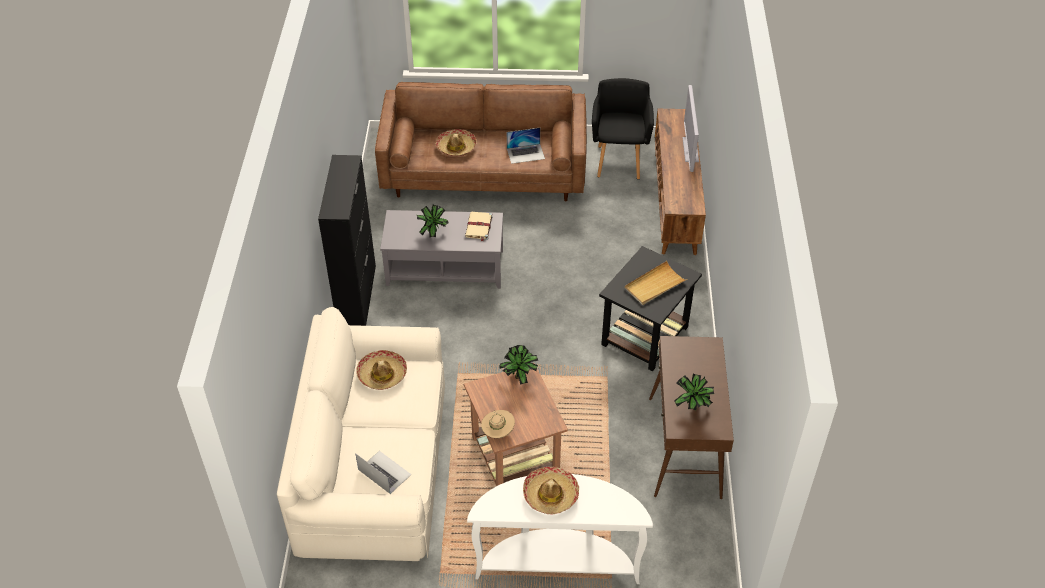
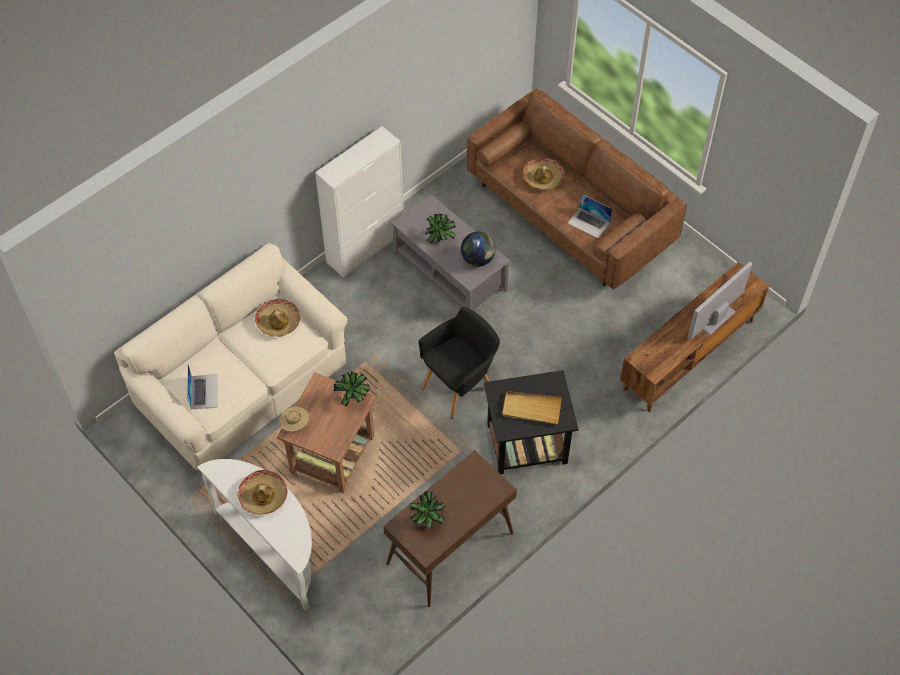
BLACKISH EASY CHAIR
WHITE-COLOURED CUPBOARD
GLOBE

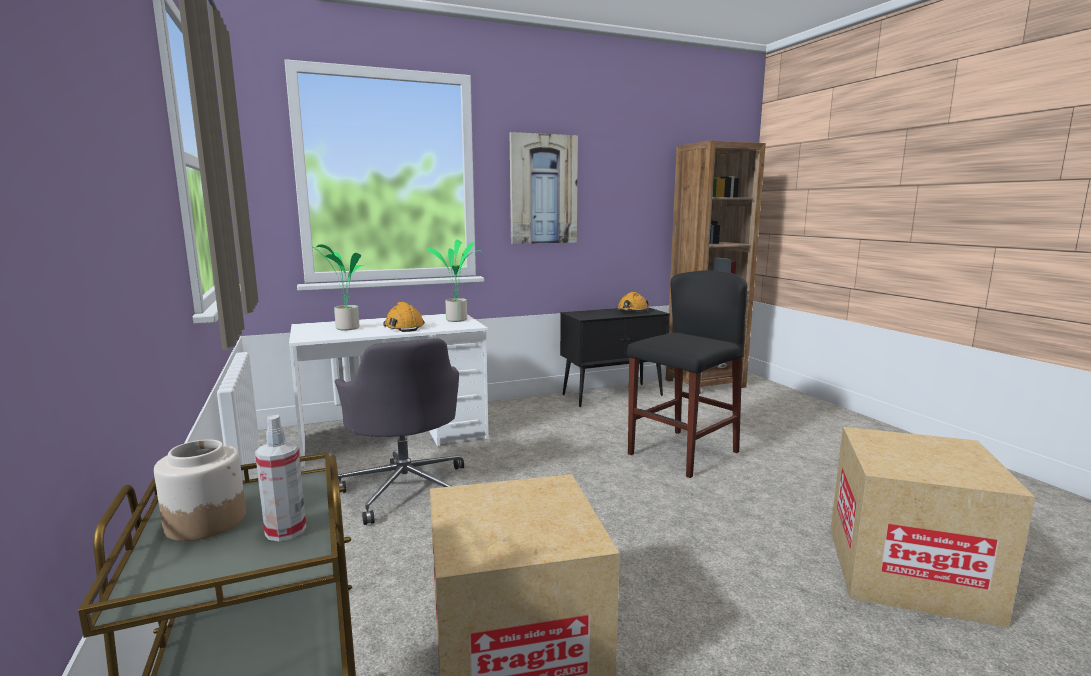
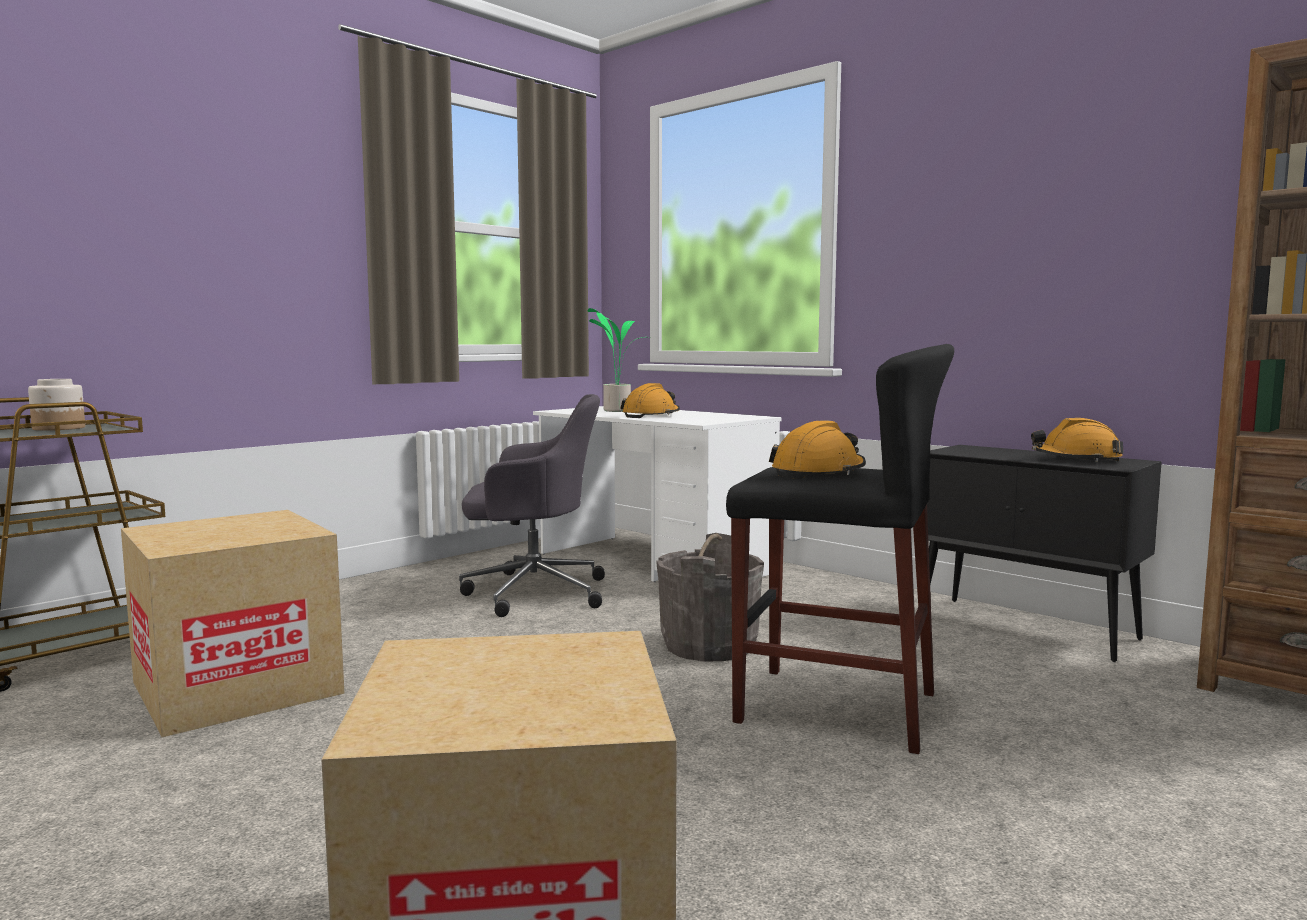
WALL PICTURE
HOUSEPLANT (2nd from left in the first image)
GREY OFFICE CHAIR
SPRAY BOTTLE
ORANGE-COLOURED WORK HELMET (2nd from left)
GREY BUCKET

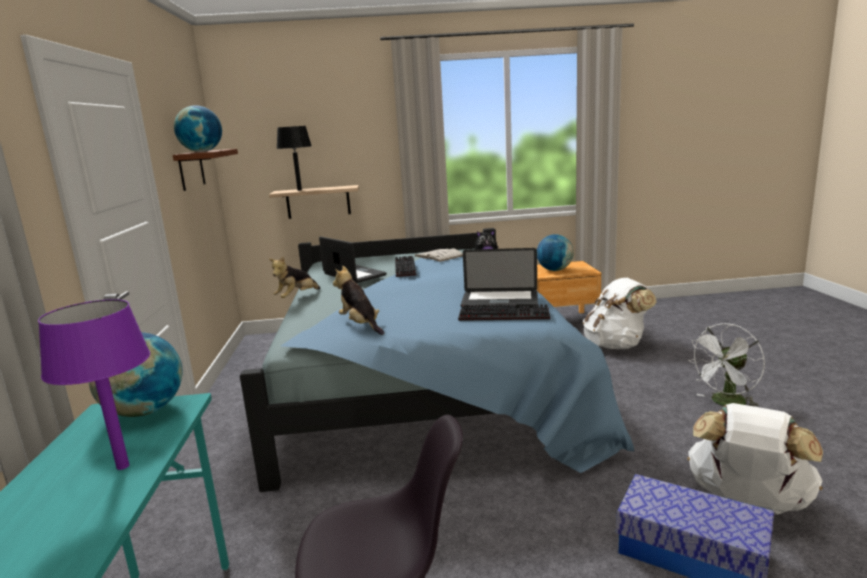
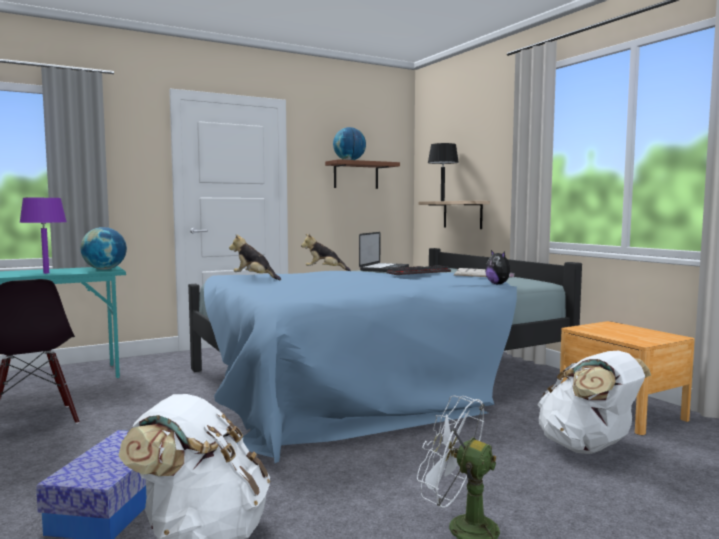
GLOBE (3rd from left in the first image)
NOTEBOOK COMPUTER (2nd from left in the first image)
SOFT TOY (1st from left)
PC KEYBOARD (2nd from left in the first image)

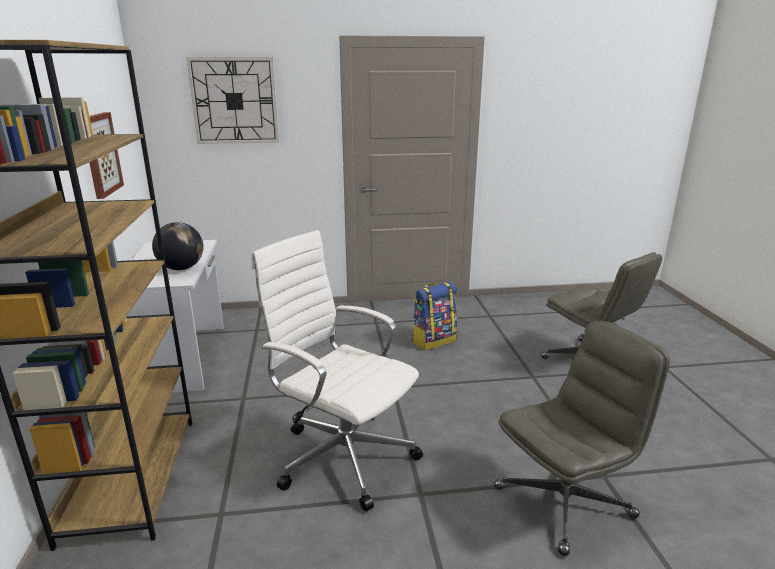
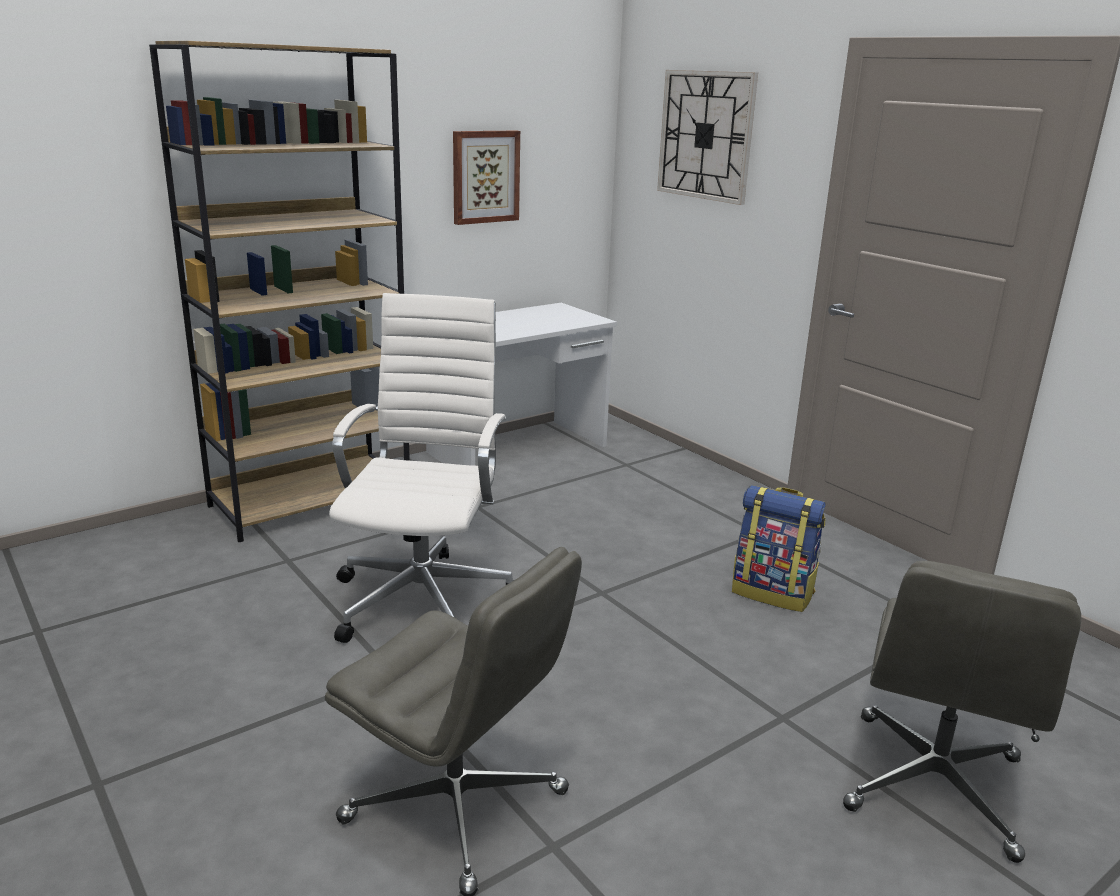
GLOBE

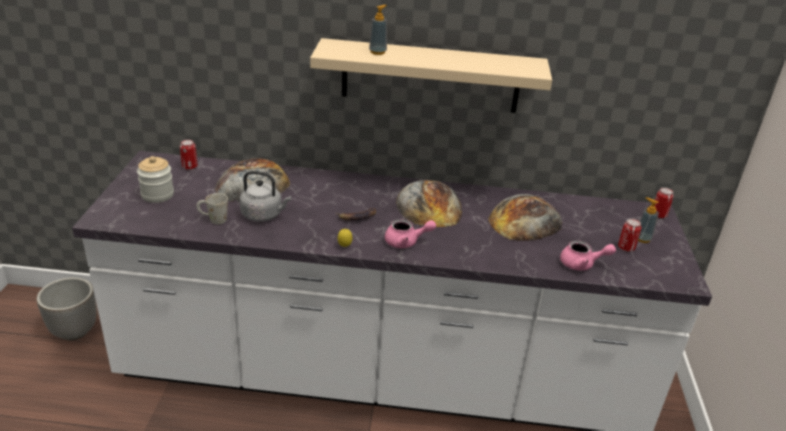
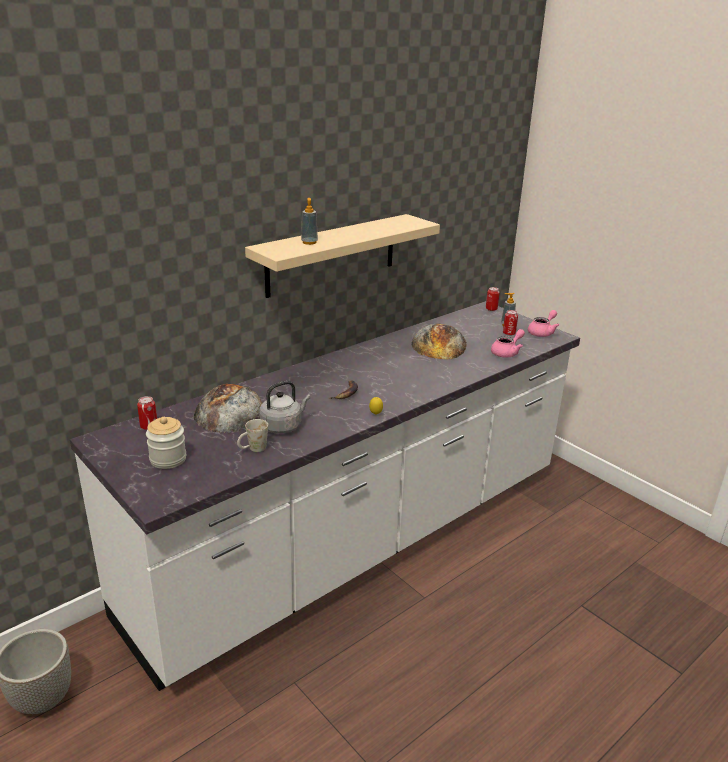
BAKED BREAD (2nd from left in the first image)
PINK-COLOURED POT FOR TEA (2nd from left)

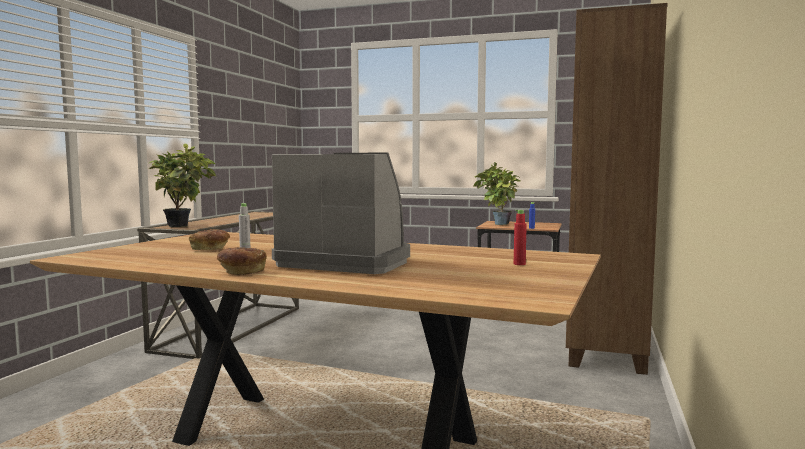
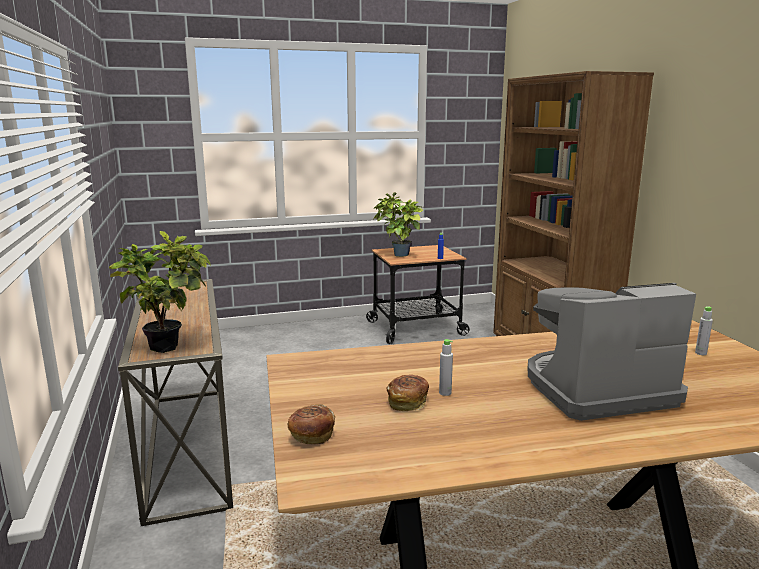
GREY BOTTLE (2nd from left)
BAKED BREAD (1st from left)

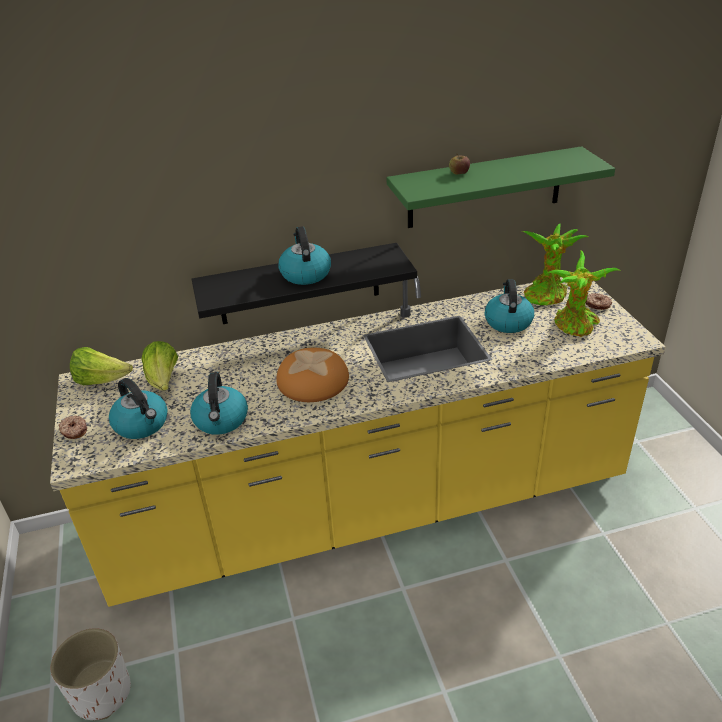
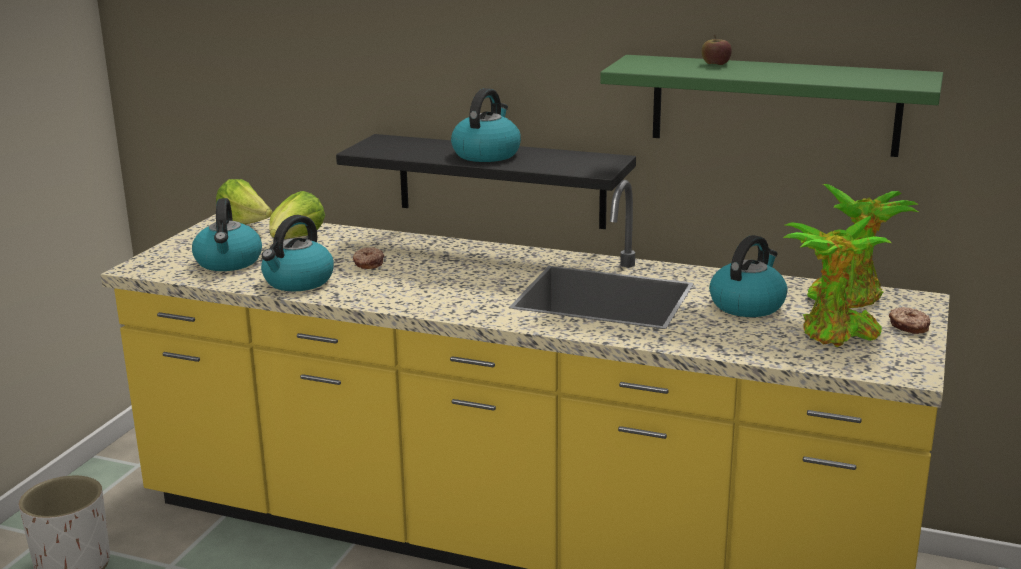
BAKED BREAD
RING DOUGHNUT (1st from left)

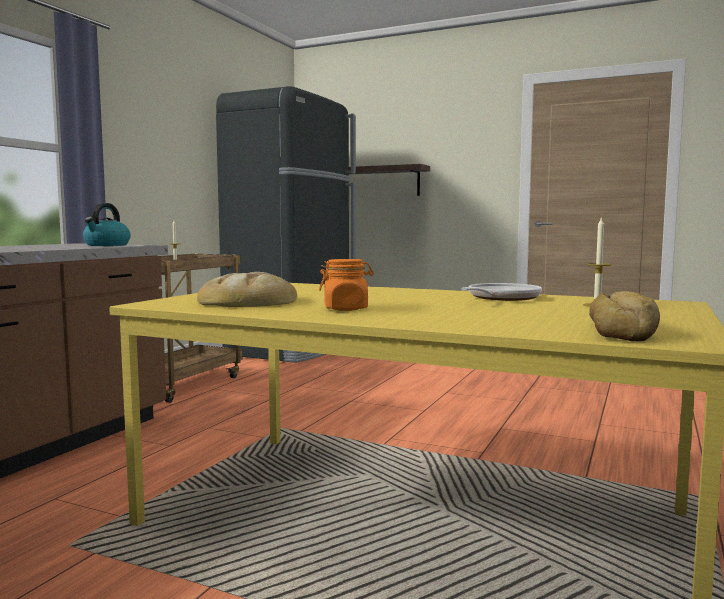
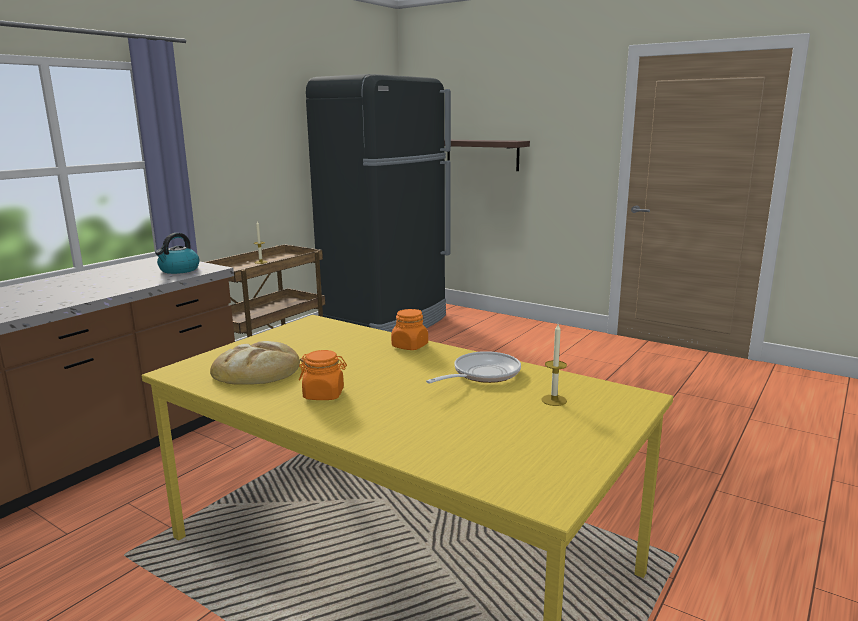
BAKED BREAD (2nd from left in the first image)
ORANGE-COLOURED JAR (2nd from left)

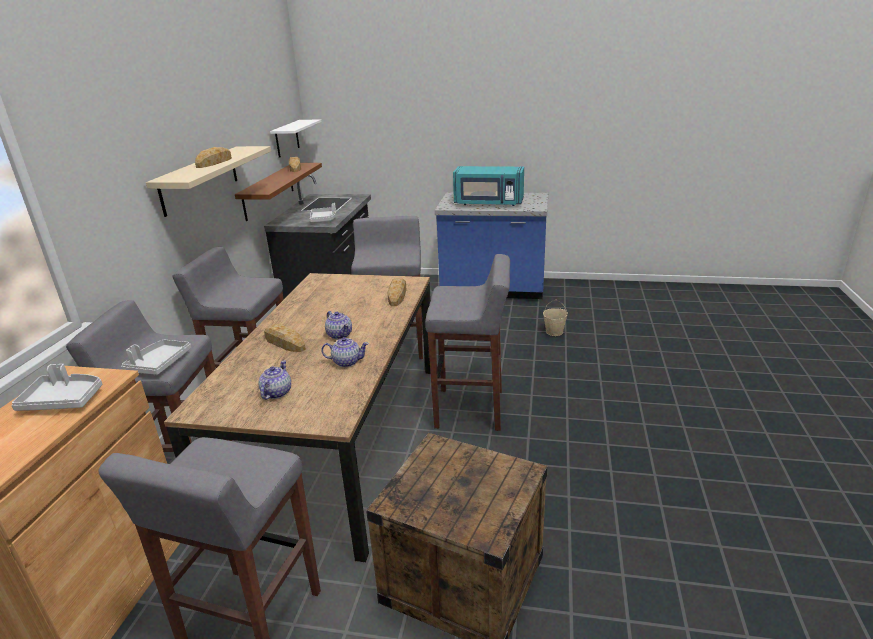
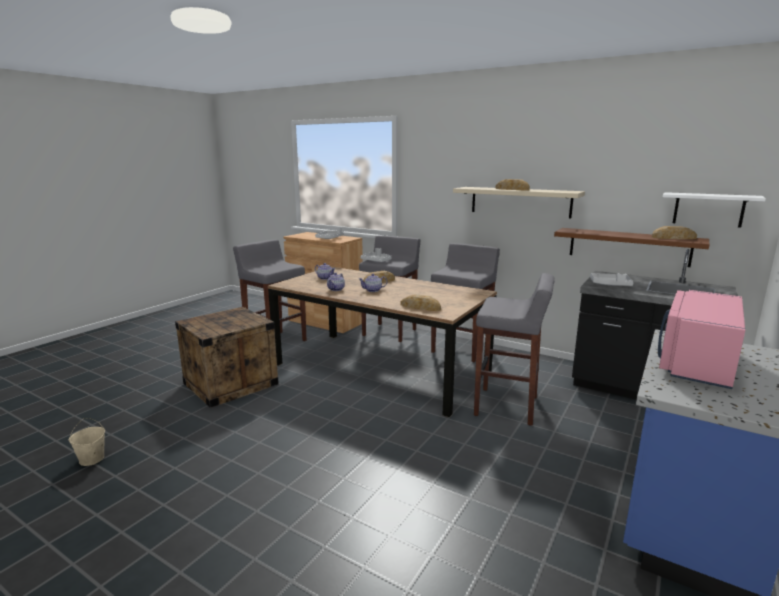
PINK-COLOURED MICROWAVE
GREY STOOL (5th from left in the first image)
SAND-COLOURED BUCKET

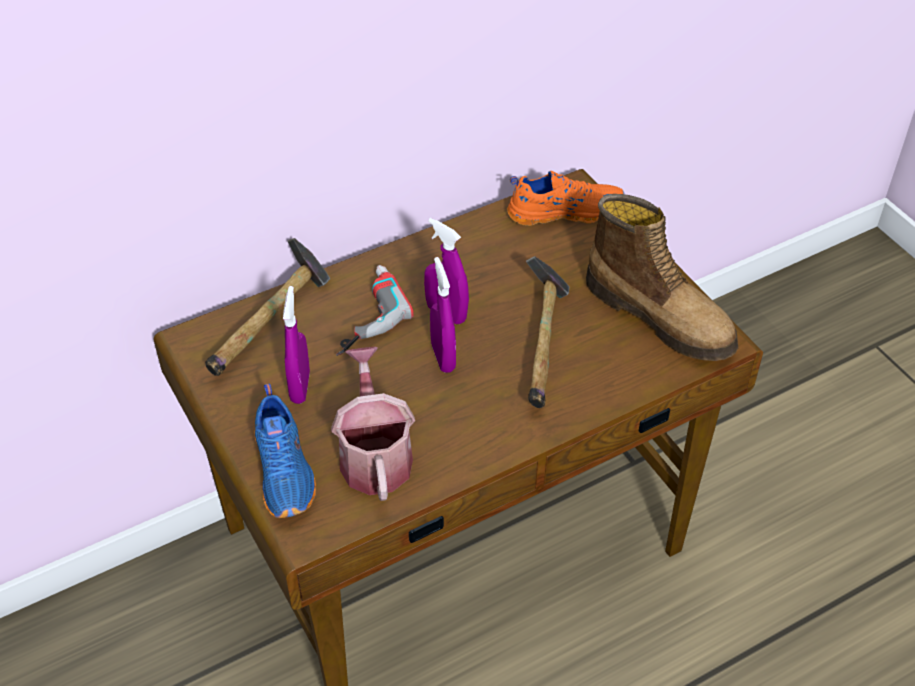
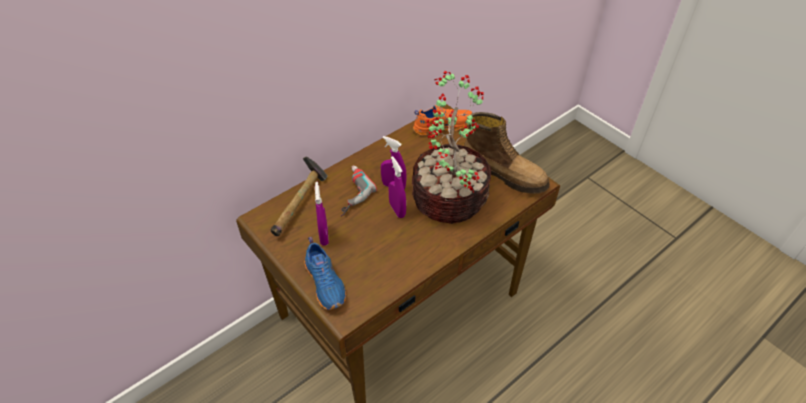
HOUSEPLANT
SPRINKLING CAN

